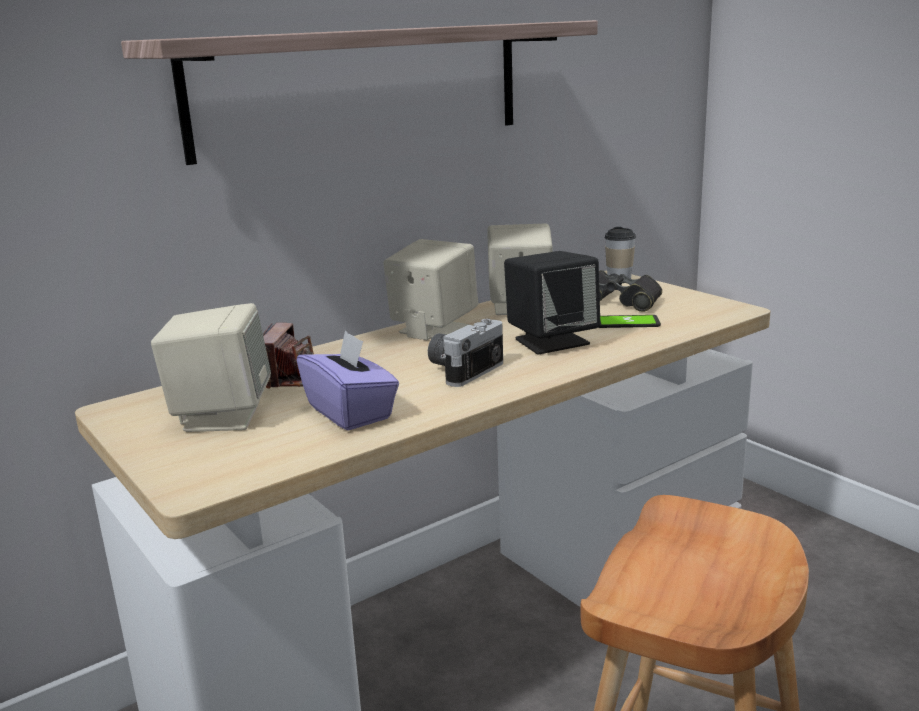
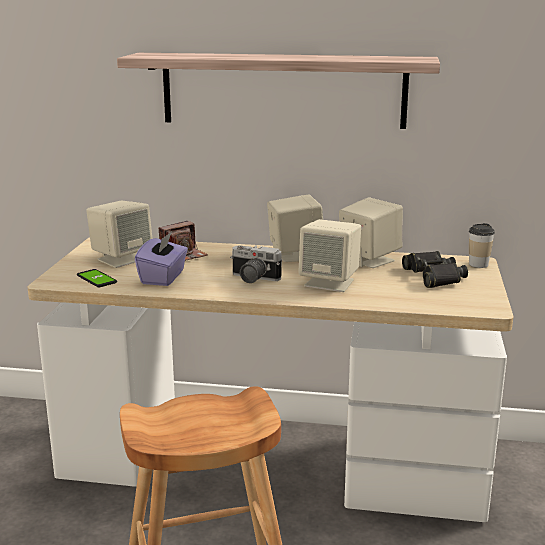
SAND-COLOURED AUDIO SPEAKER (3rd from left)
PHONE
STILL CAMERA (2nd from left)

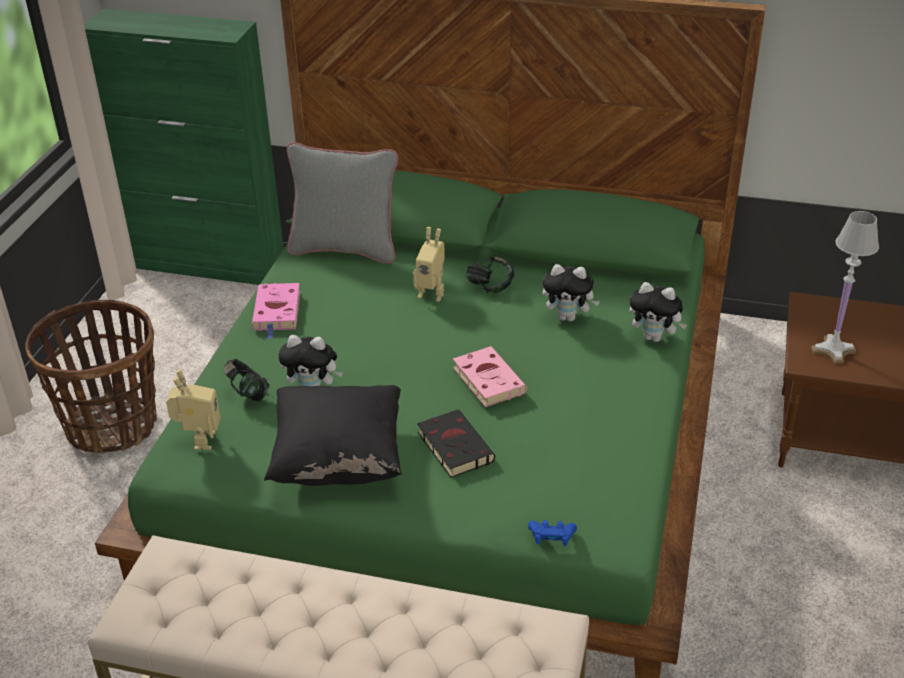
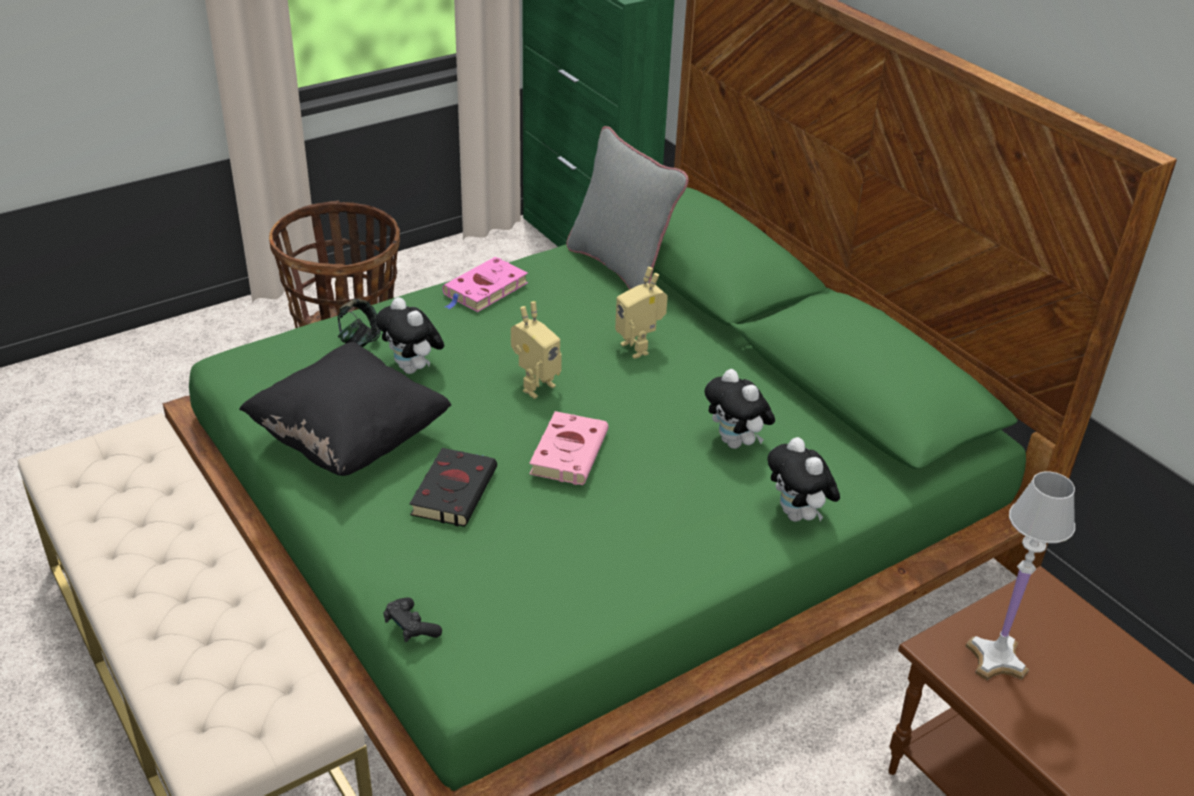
HEADPHONES (2nd from left in the first image)
MODEL ROBOT (1st from left)
BLACKISH GAME CONTROLLER

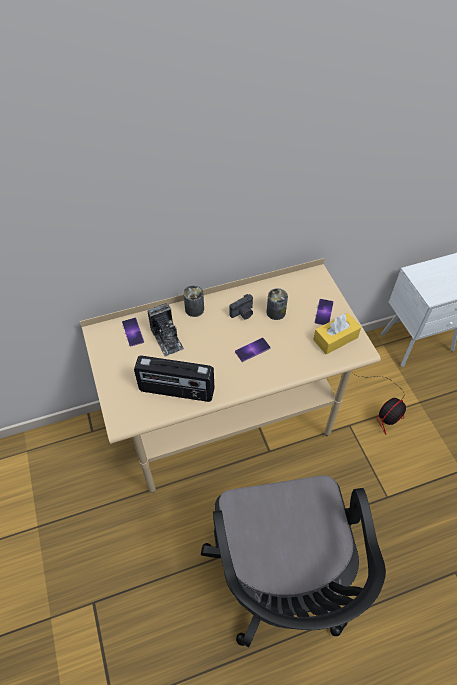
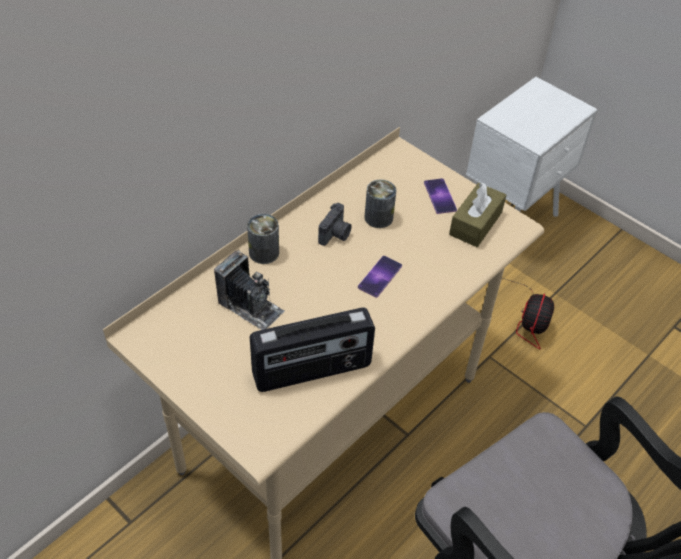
BROWN-COLOURED BOX OF TISSUES
PHONE (1st from left in the first image)

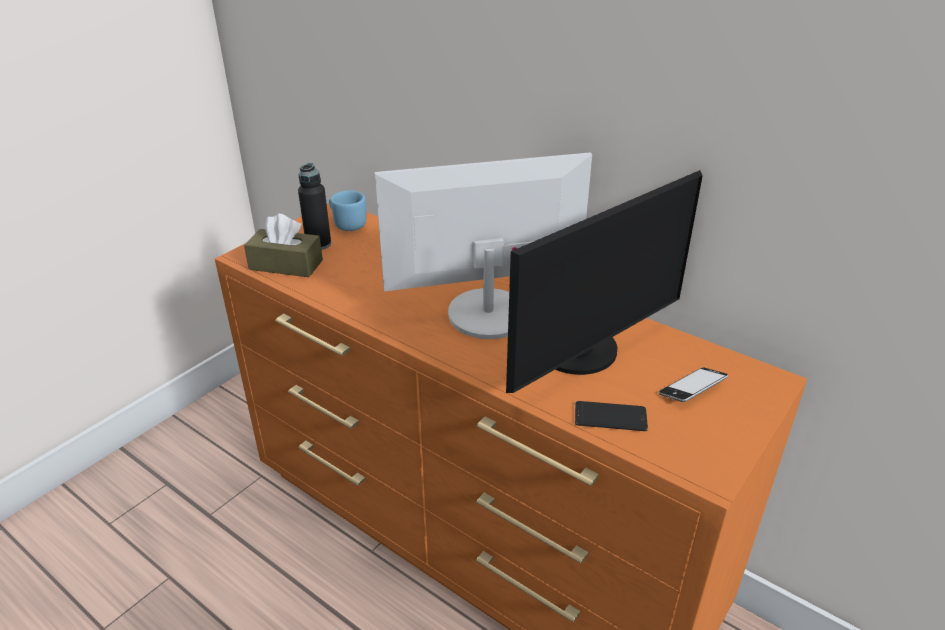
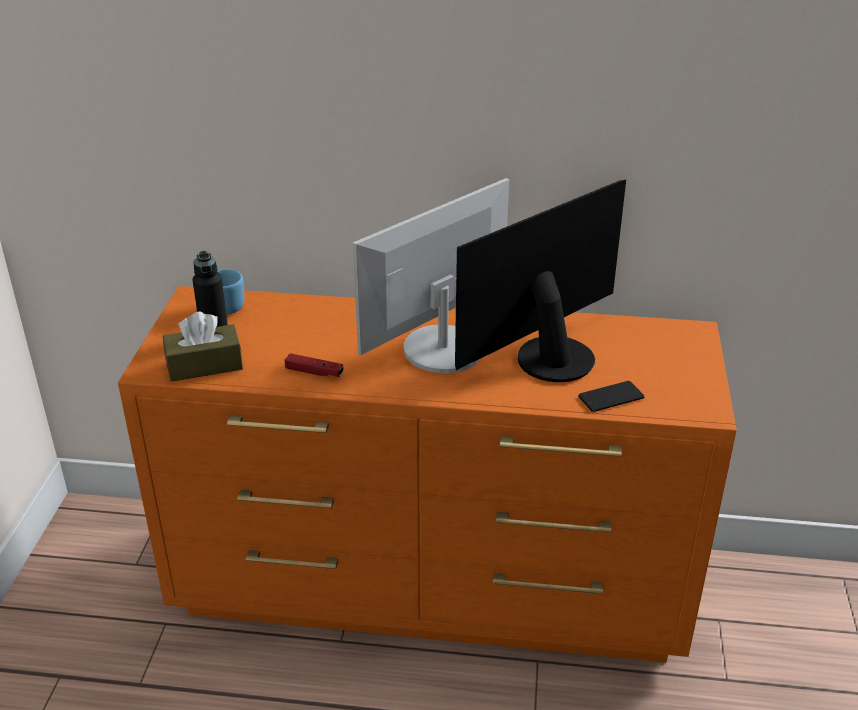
COMPUTER SCREEN (2nd from left)
PHONE (2nd from left in the first image)
REDDISH GAME CONTROLLER

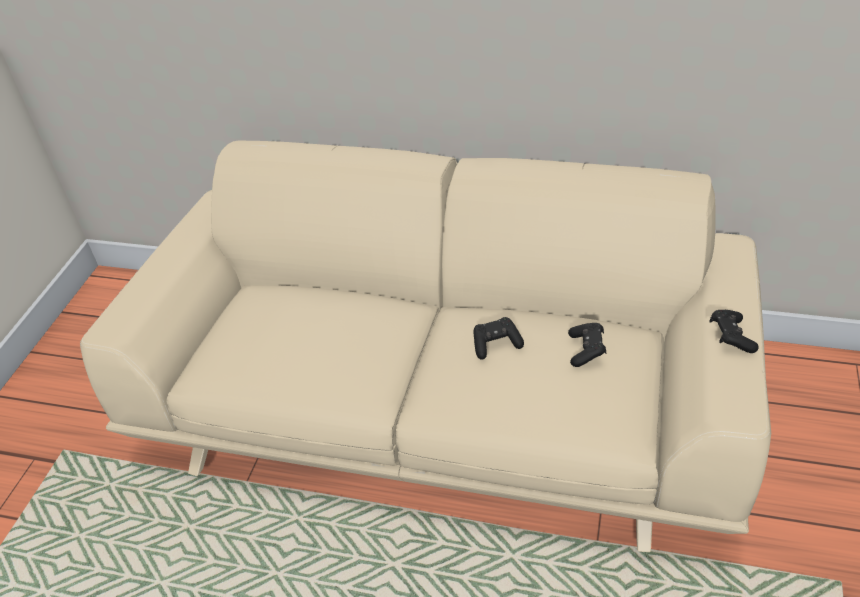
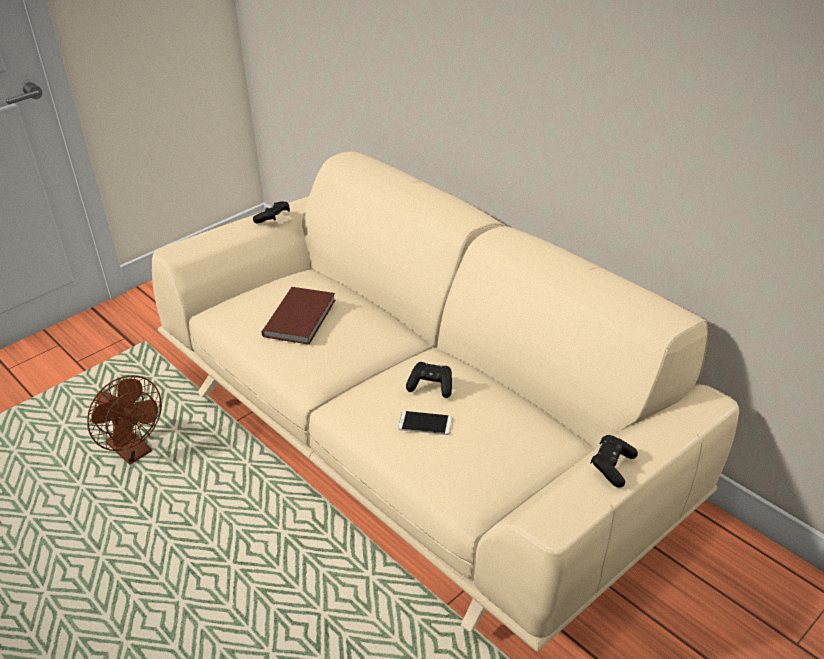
BLACKISH GAME CONTROLLER (1st from left)
BROWN-COLOURED VOLUME
BROWN-COLOURED COOLING FAN
PHONE

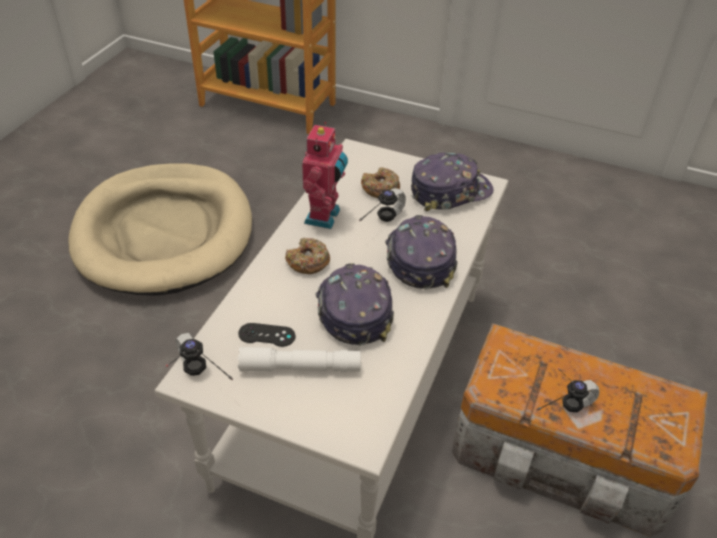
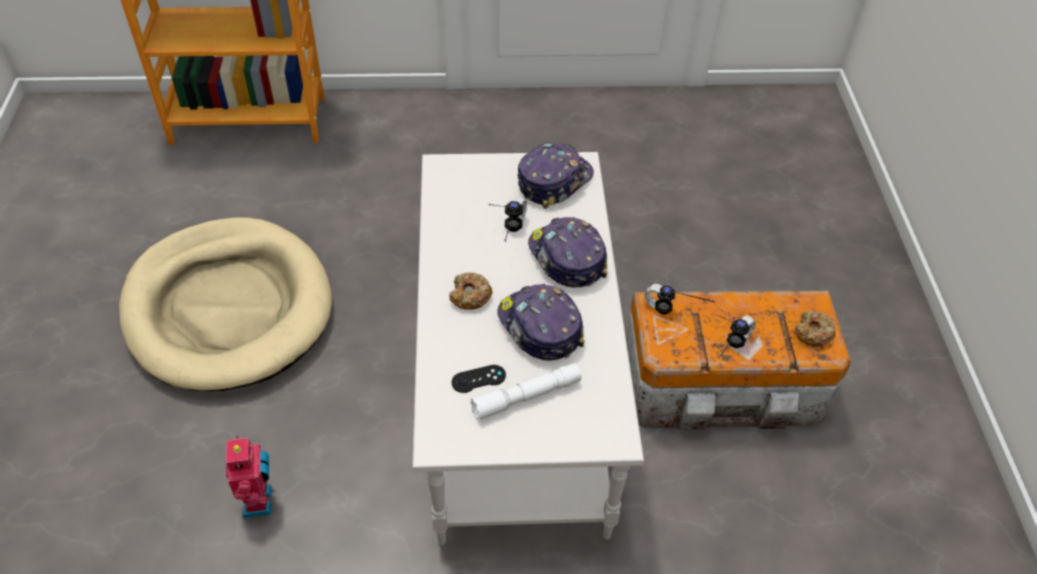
MODEL ROBOT
RING DOUGHNUT (2nd from left)
HEADPHONES (2nd from left)

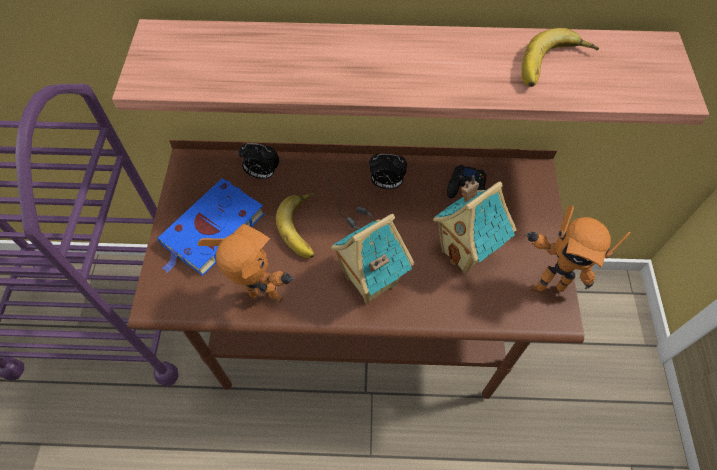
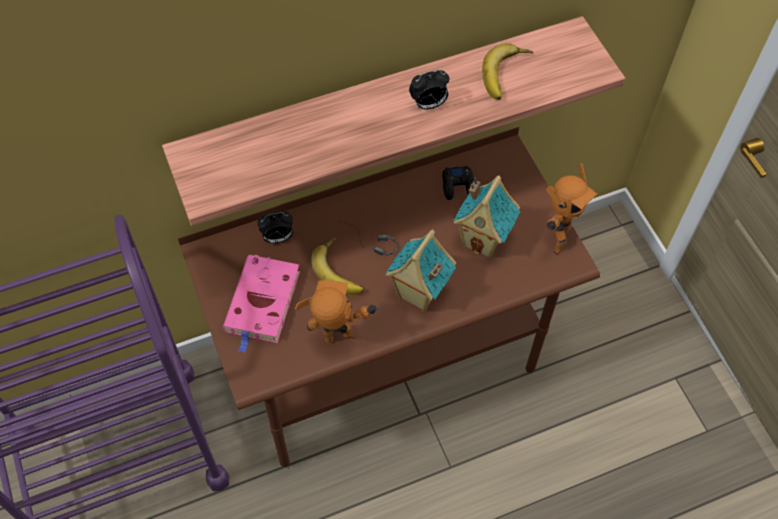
BEDSIDE CLOCK (2nd from left)
PINK-COLOURED VOLUME
MODEL ROBOT (2nd from left)

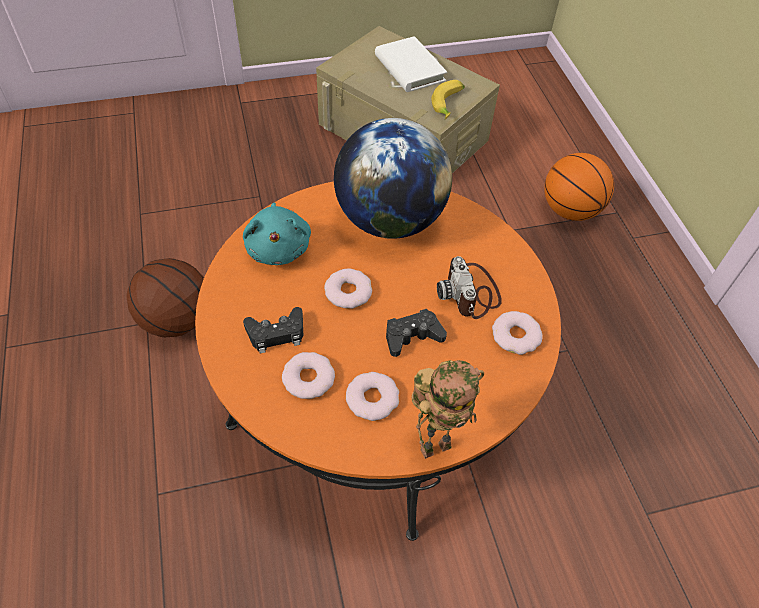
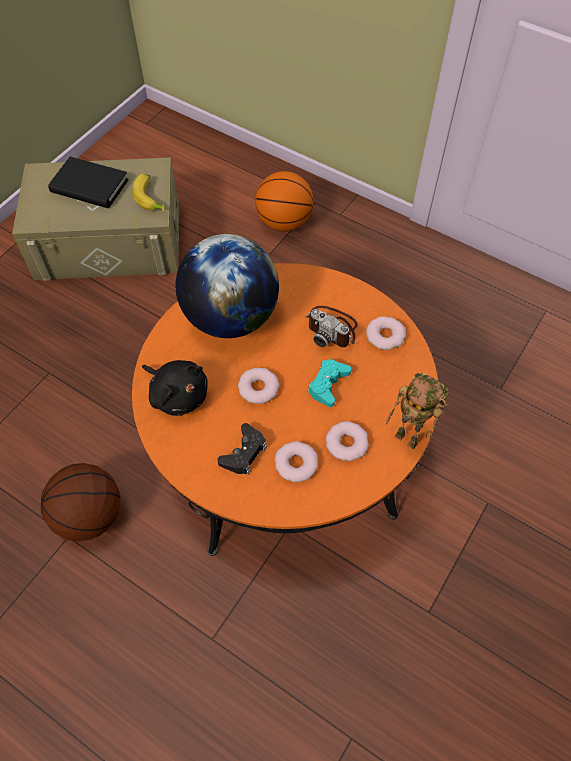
BLACKISH VOLUME
BLACKISH SOFT TOY
TURQUOISE-COLOURED GAME CONTROLLER
MODEL ROBOT

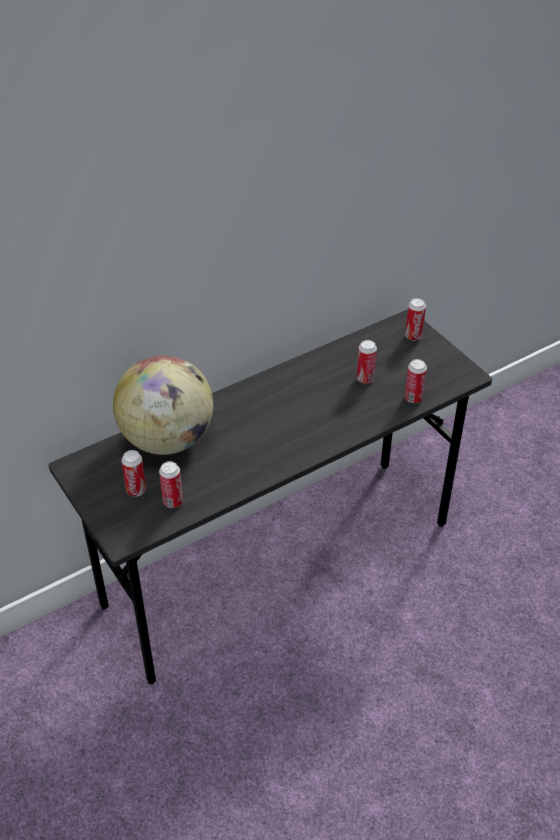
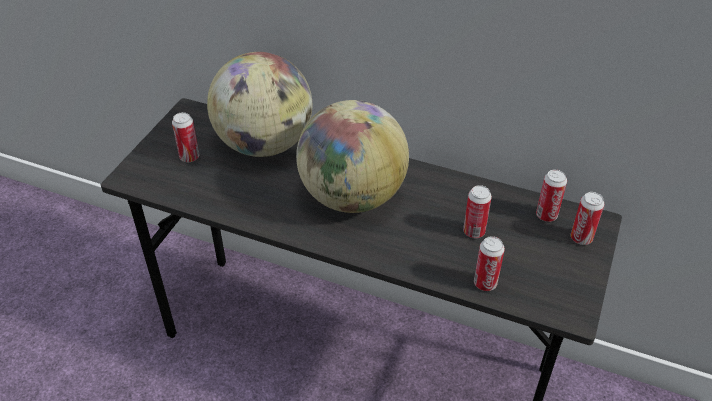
CAN (4th from left)
GLOBE (2nd from left)

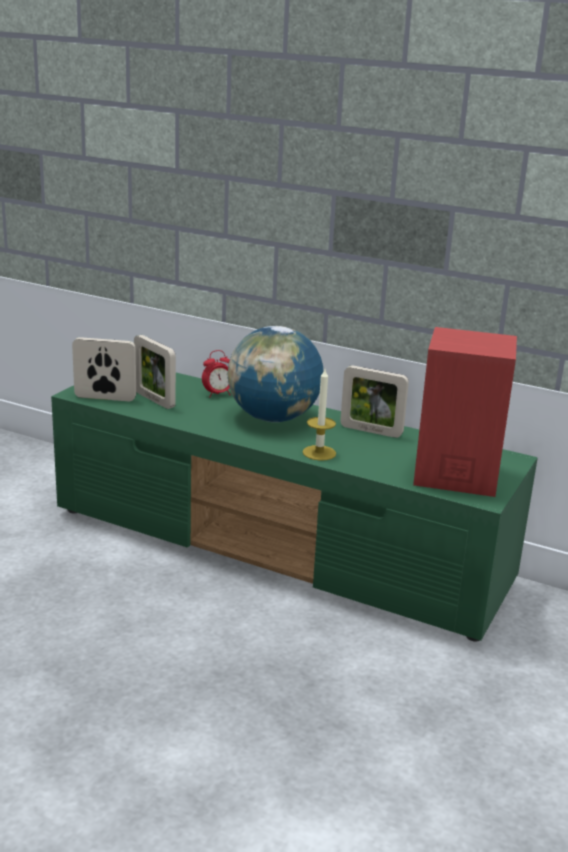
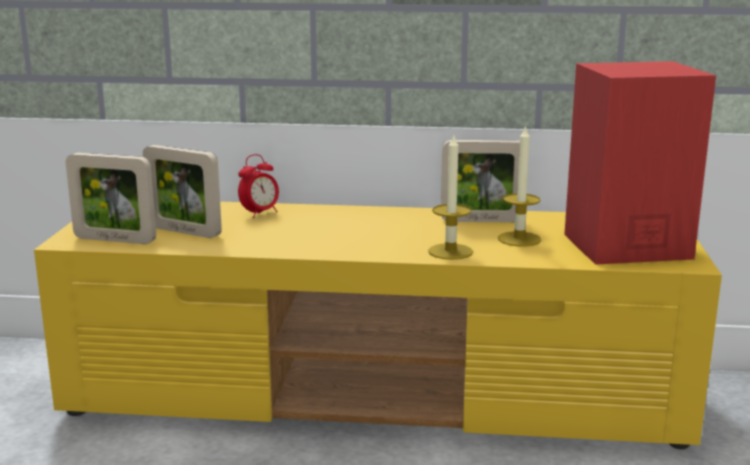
GLOBE
PHOTO FRAME (1st from left)
YELLOW TV STAND
WAX CANDLE (2nd from left)

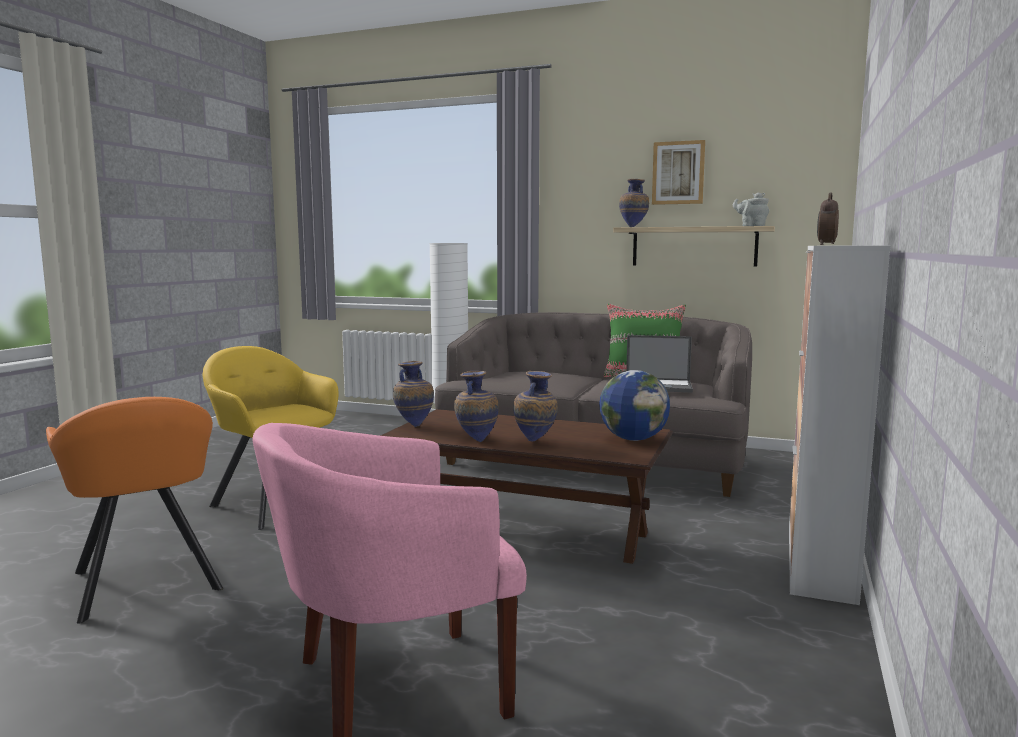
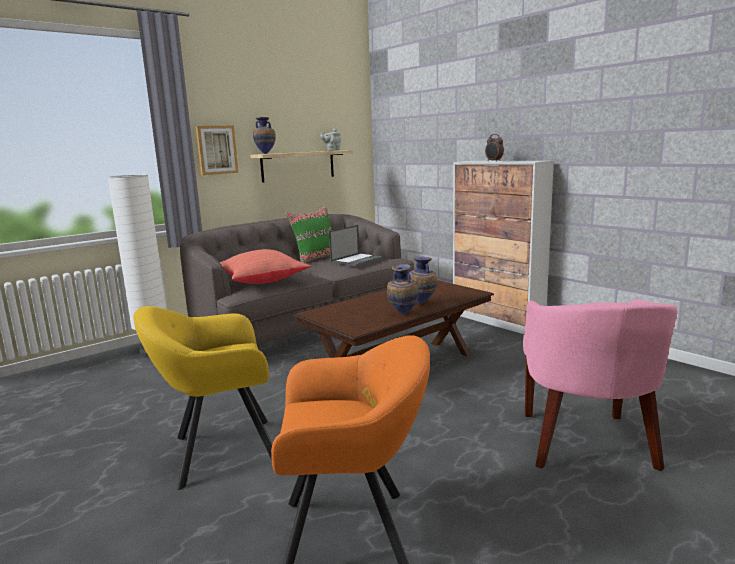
WALL PICTURE
FLOWER VASE (1st from left in the first image)
GLOBE
REDDISH THROW PILLOW

